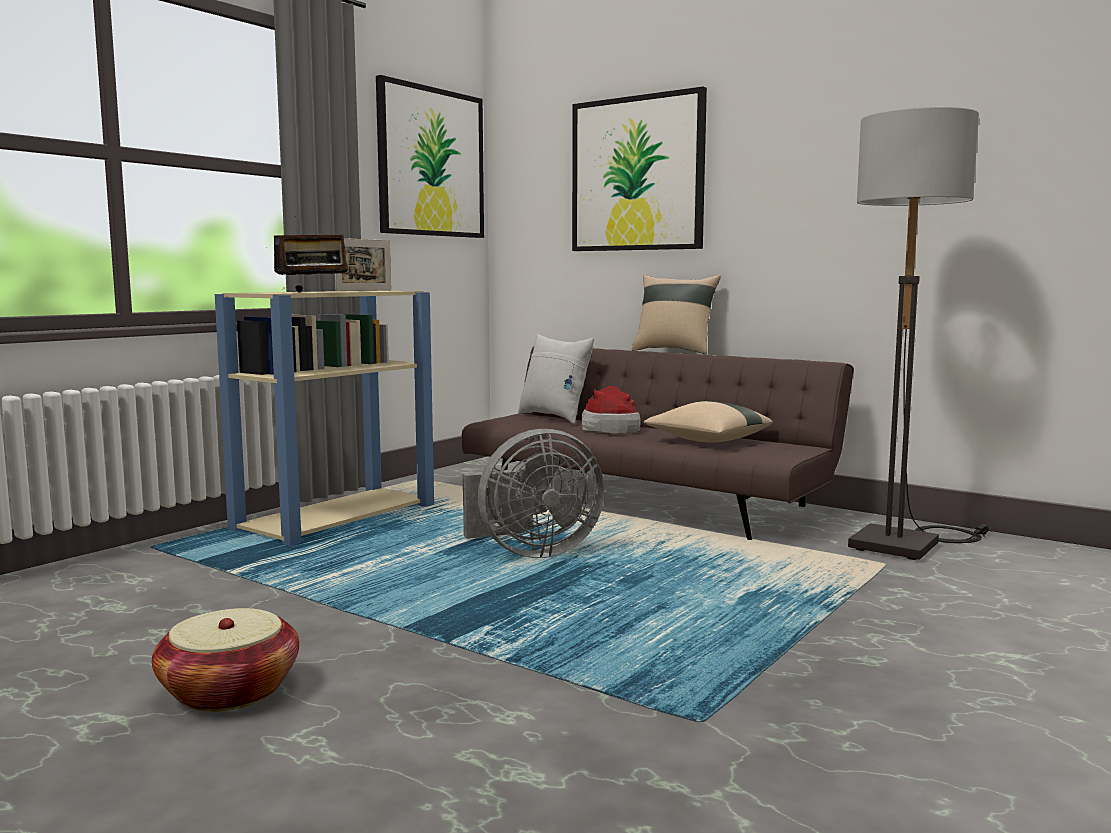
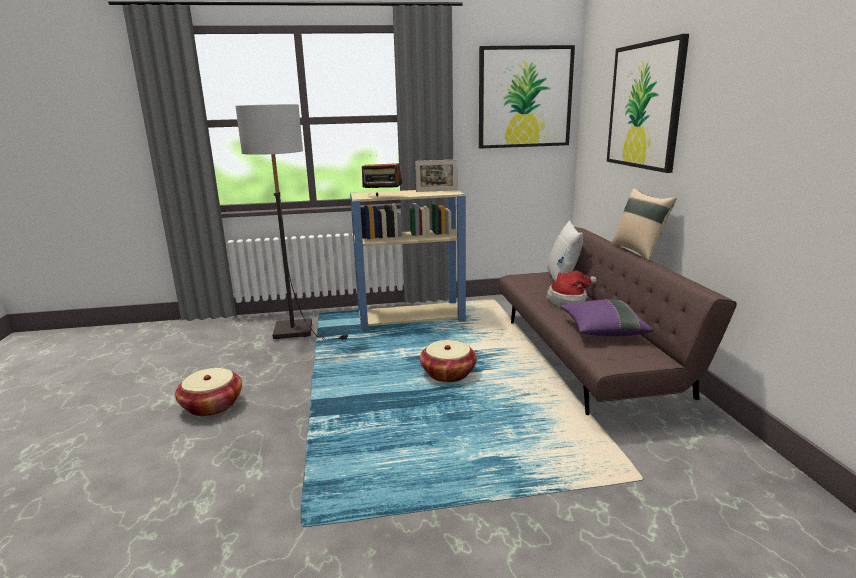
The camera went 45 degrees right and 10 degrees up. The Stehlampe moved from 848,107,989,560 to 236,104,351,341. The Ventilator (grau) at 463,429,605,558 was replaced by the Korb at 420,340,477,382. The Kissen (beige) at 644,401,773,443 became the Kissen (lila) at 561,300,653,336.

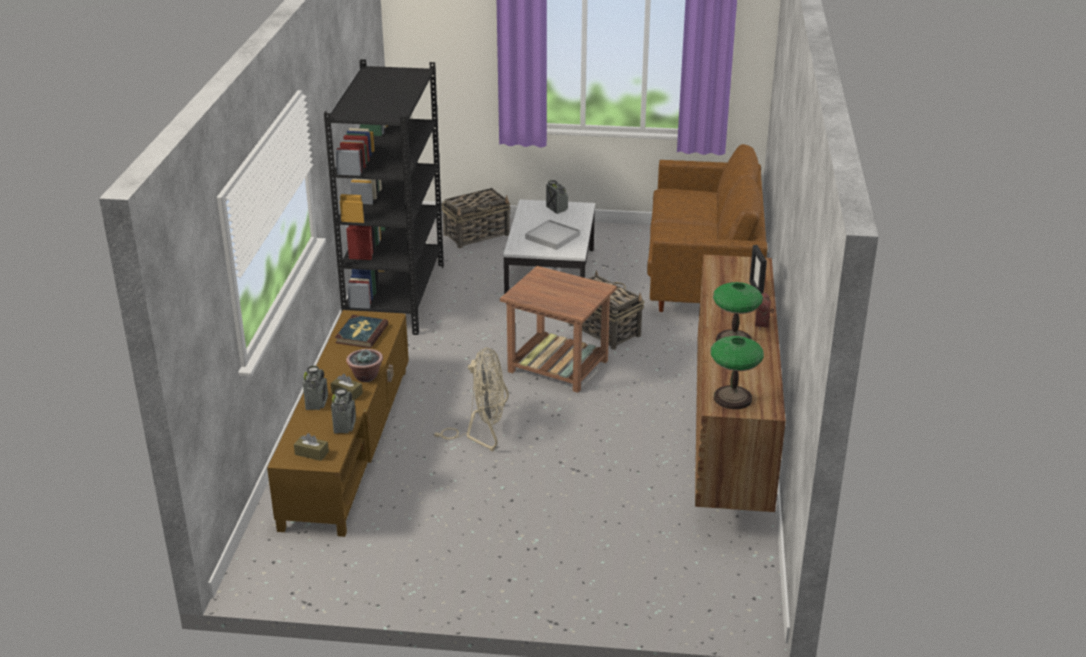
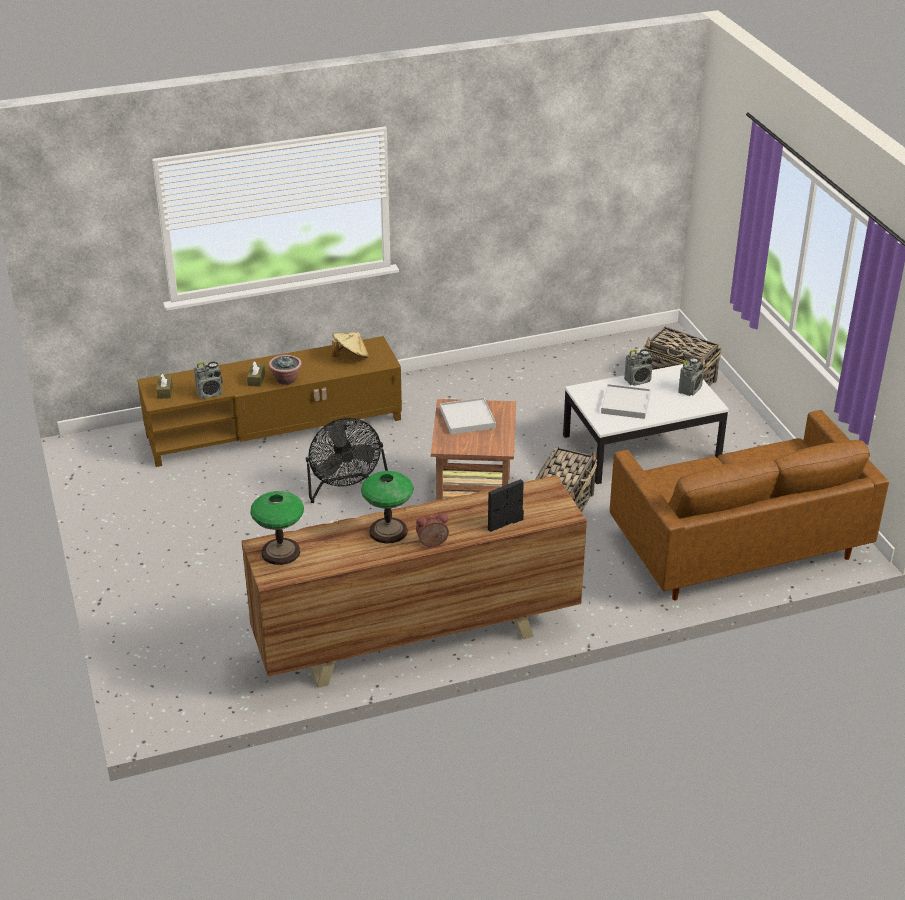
The camera went 65 degrees right and 5 degrees up. The Bücherregal (schwarz) at 324,59,444,335 disappeared. The Tablett (weiß) at 440,397,496,435 appeared. The Radio moved from 303,366,328,410 to 624,349,653,386. The Buch at 335,315,388,348 was replaced by the Hut (beige) at 332,332,369,358. The Ventilator (beige) at 433,347,509,452 became the Ventilator (schwarz) at 306,418,389,503.

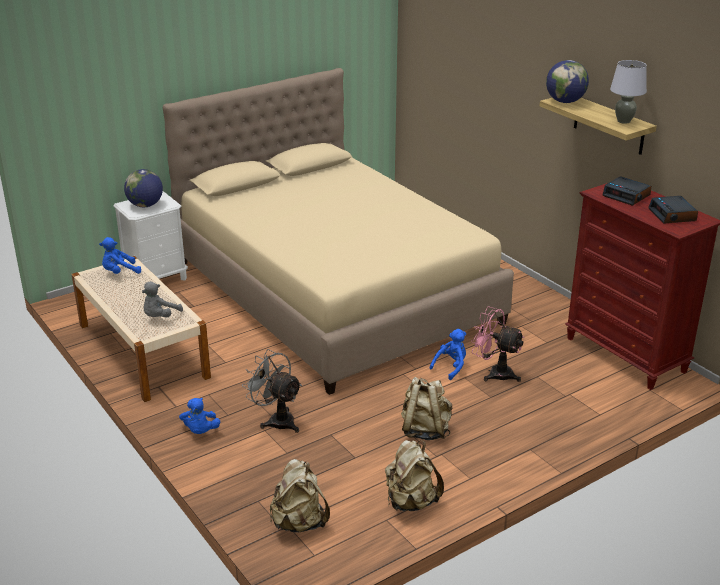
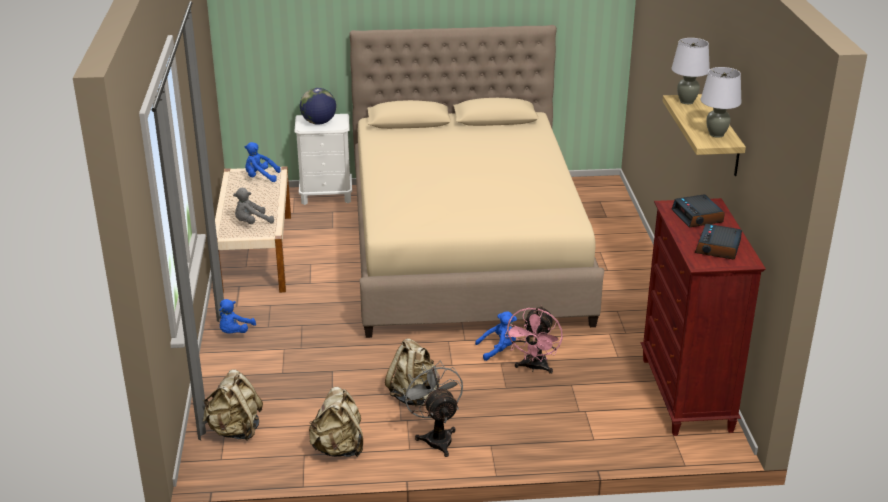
The camera went 30 degrees right and 0 degrees up. The Ventilator (grau) moved from 242,349,302,433 to 402,361,463,457. The Globus at 546,60,589,103 was replaced by the Tischlampe (grau) at 671,38,710,104. The Ventilator (rosa) at 471,306,525,382 turned 135 degrees counterclockwise.

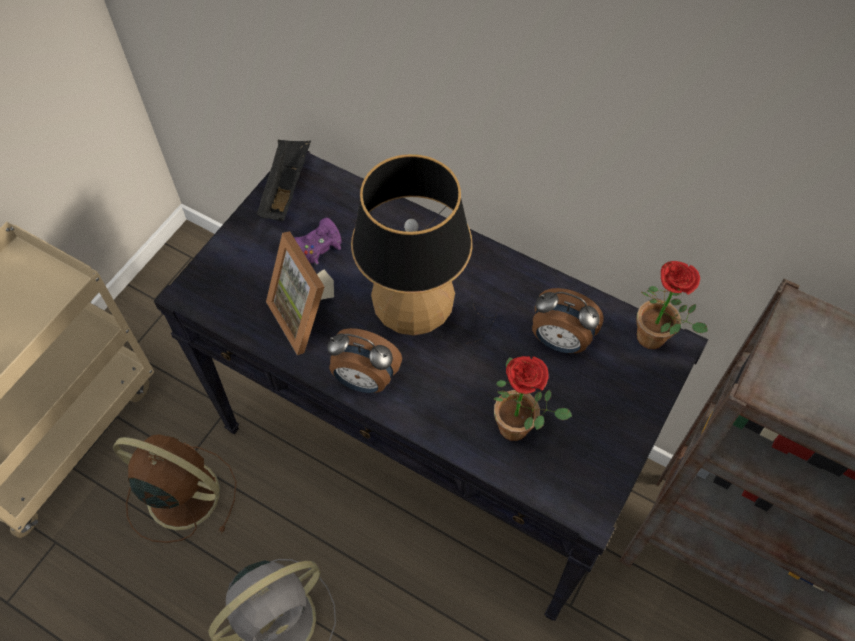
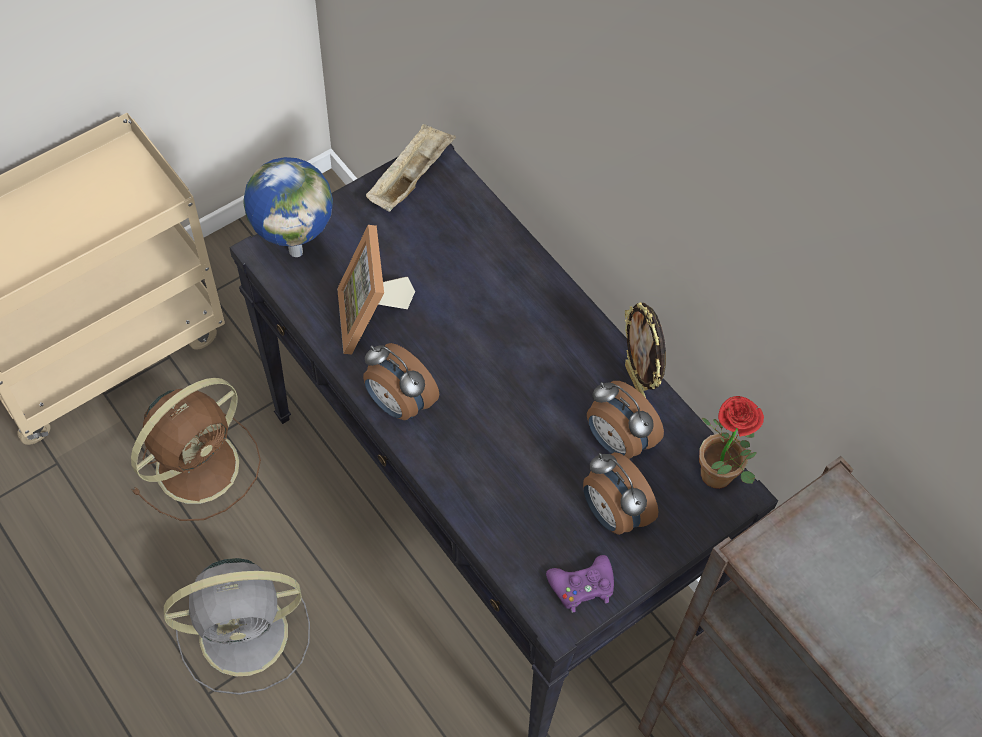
The camera went 20 degrees right and 0 degrees up. The Tischlampe at 351,154,519,344 disappeared. The Topfpflanze at 494,356,572,441 disappeared. The Globus at 243,157,333,257 appeared. The Wecker at 583,452,658,535 appeared. The Bilderrahmen at 625,302,666,398 appeared. The Gamepad (lila) moved from 294,218,342,265 to 546,555,614,613. The Tablett (schwarz) at 256,140,311,221 became the Tablett (beige) at 366,123,456,212. The Ventilator (braun) at 113,434,236,543 turned 90 degrees clockwise.

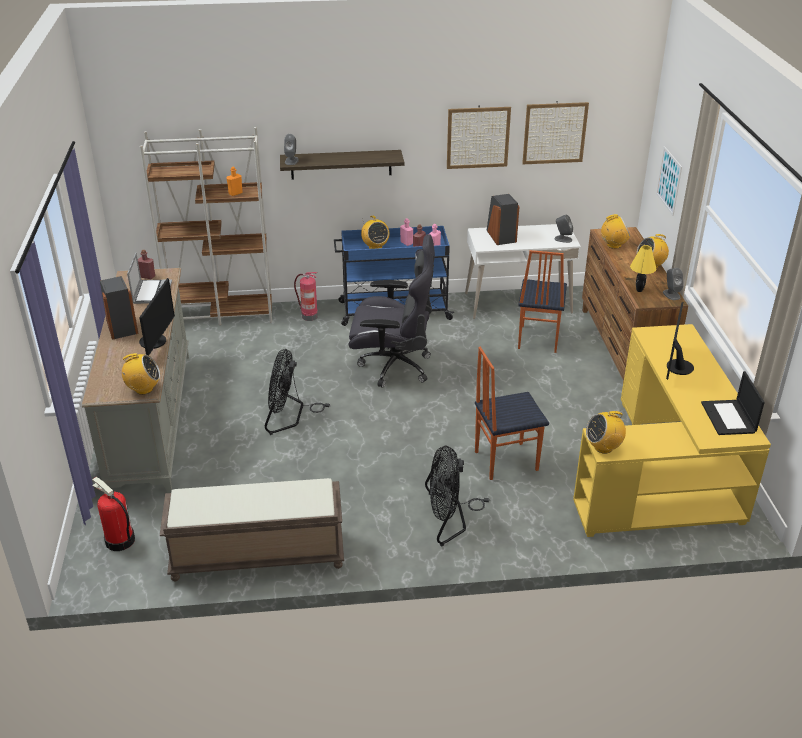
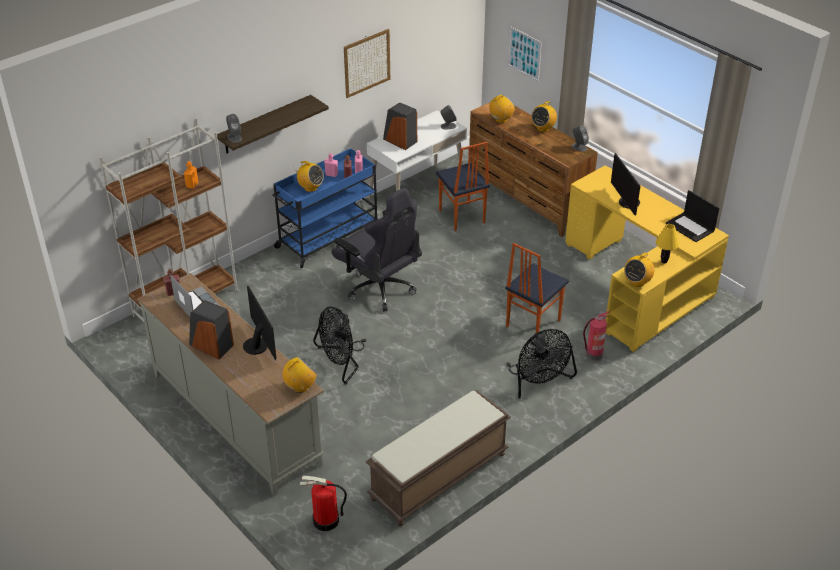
The camera went 35 degrees left and 5 degrees up. The Bild at 522,101,589,164 disappeared. The Feuerlöscher moved from 294,272,318,321 to 583,311,610,361. The Tischlampe (gelb) moved from 630,245,656,292 to 656,224,679,264. The Bürostuhl (schwarz) at 349,234,435,388 turned 75 degrees clockwise. The Ventilator (schwarz) at 425,446,490,547 turned 75 degrees counterclockwise.

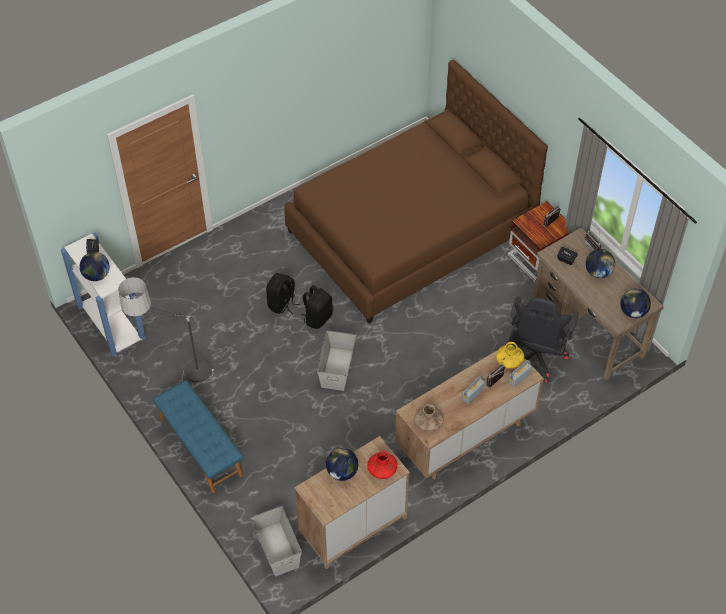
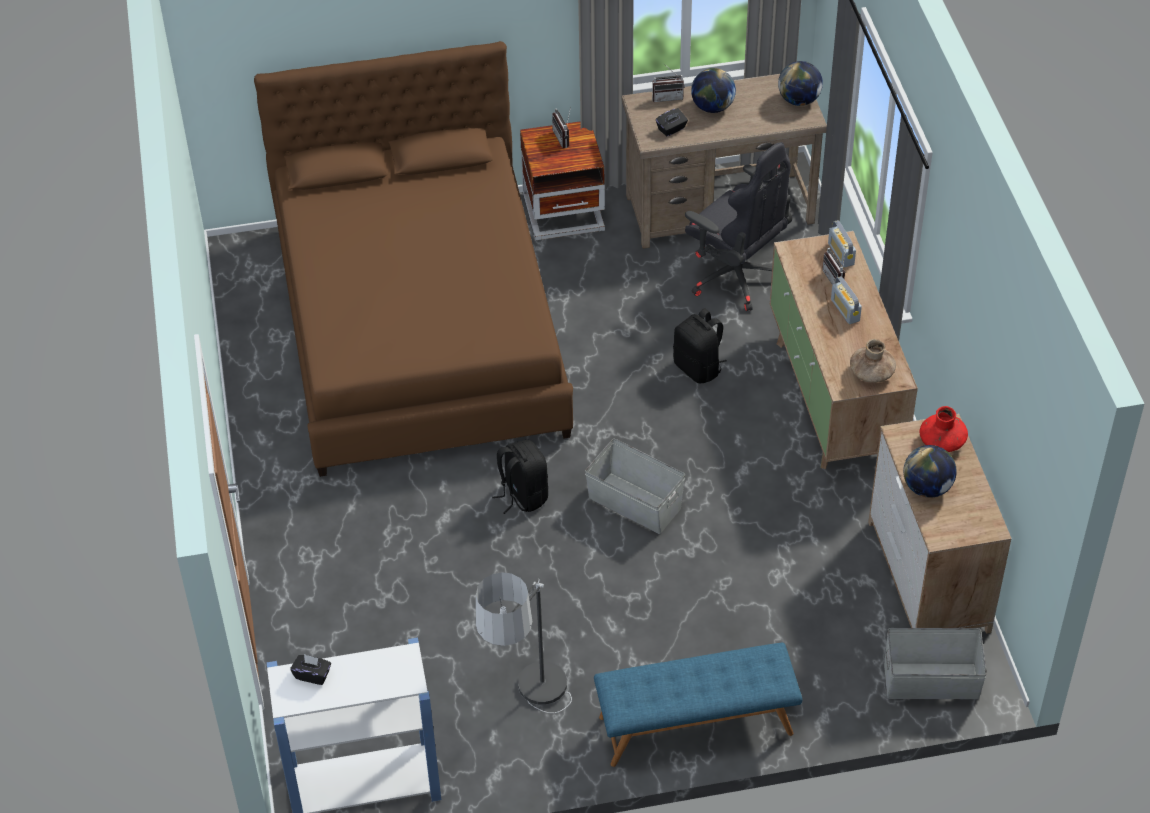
The camera went 65 degrees left and 5 degrees down. The Globus at 79,252,109,281 disappeared. The Vase (gelb) at 496,342,524,369 disappeared. The Rucksack (schwarz) moved from 266,273,300,314 to 673,308,727,383.

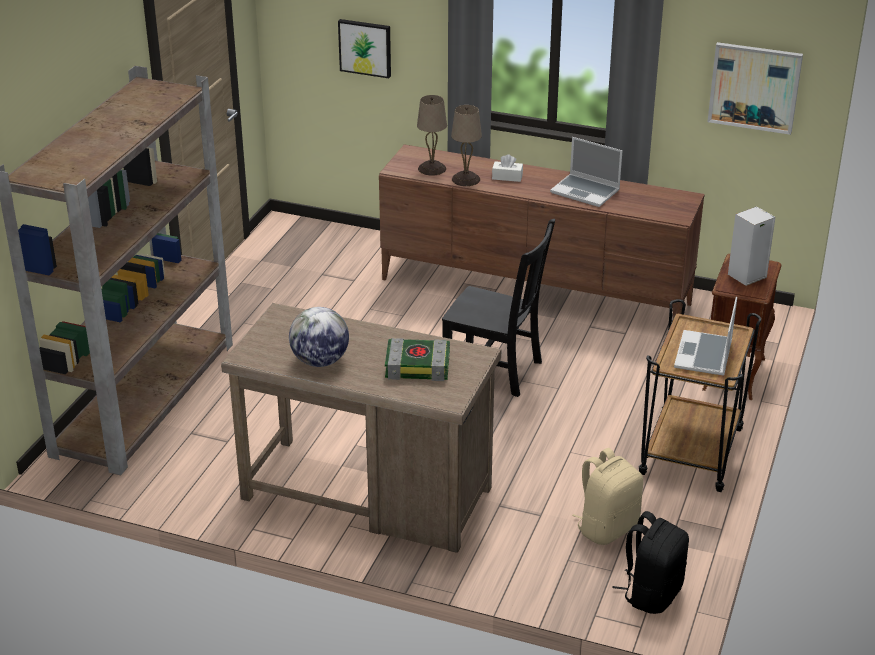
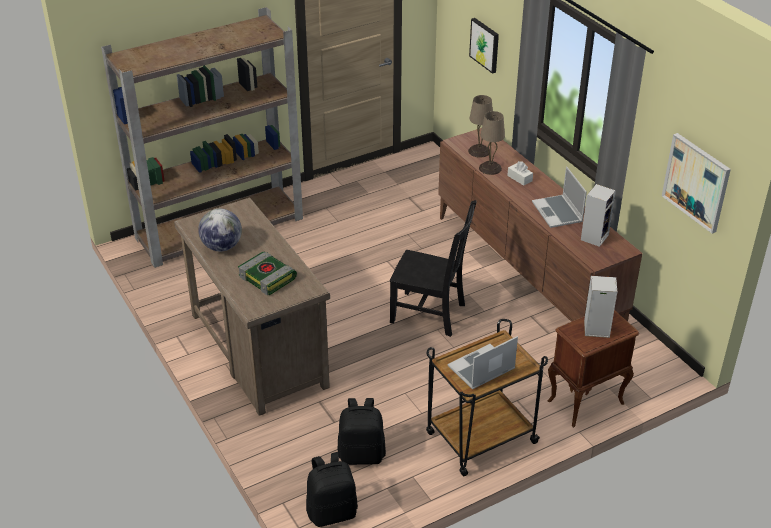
The camera went 40 degrees right and 5 degrees up. The Lautsprecher at 581,184,616,247 appeared. The Rucksack (beige) at 572,448,643,545 became the Rucksack (schwarz) at 338,398,386,465. The Stuhl (schwarz) at 442,219,555,397 turned 45 degrees counterclockwise.

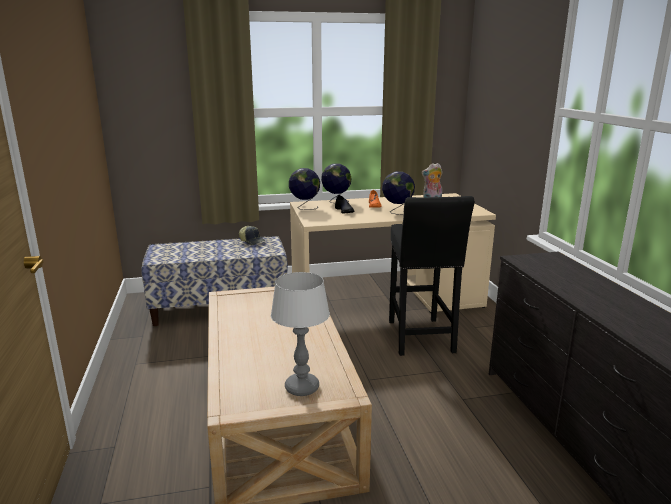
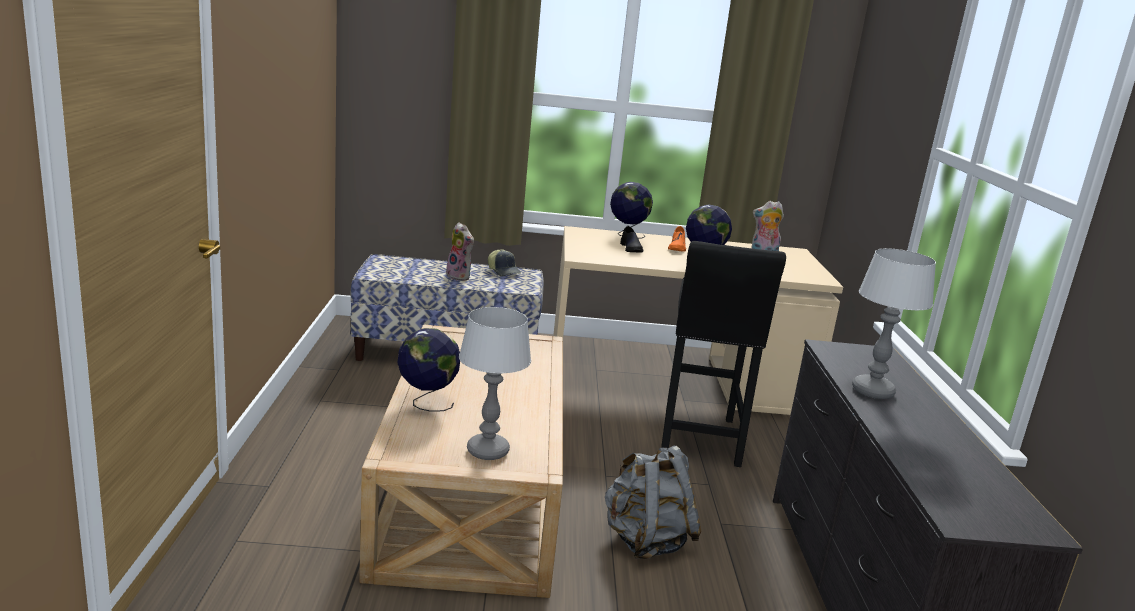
The camera went 10 degrees right and 0 degrees up. The Plüschtier at 446,222,474,281 appeared. The Rucksack (grau) at 605,446,702,559 appeared. The Tischlampe at 852,248,936,399 appeared. The Globus moved from 289,168,320,210 to 397,328,460,411.

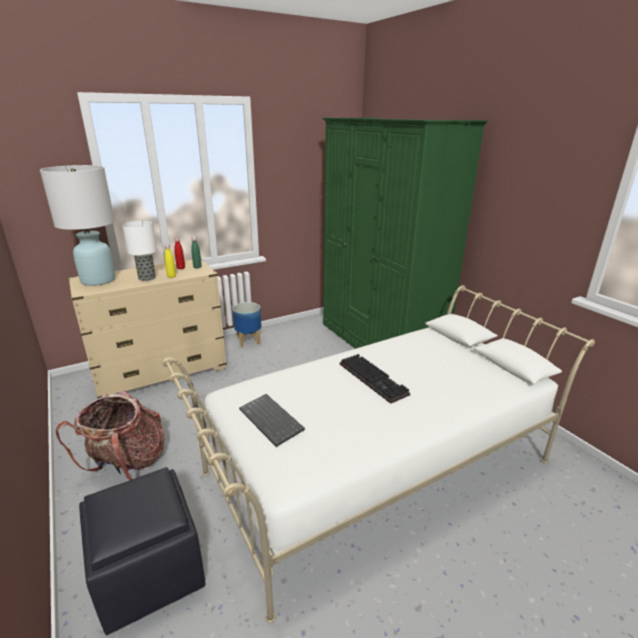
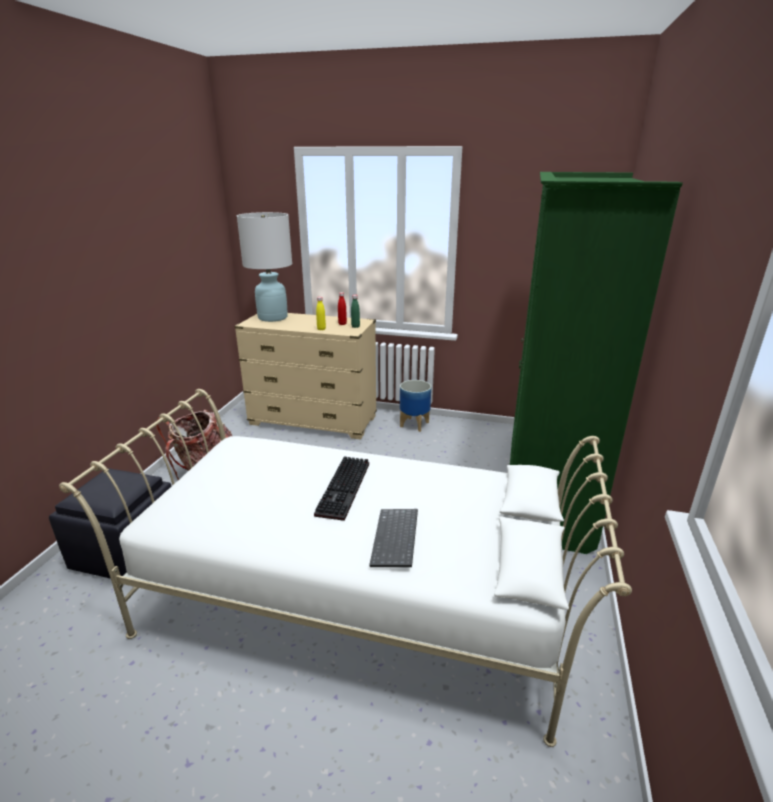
The camera went 45 degrees right and 0 degrees up. The Tischlampe at 122,221,157,281 disappeared. The Tastatur moved from 239,394,305,447 to 369,509,418,567.

